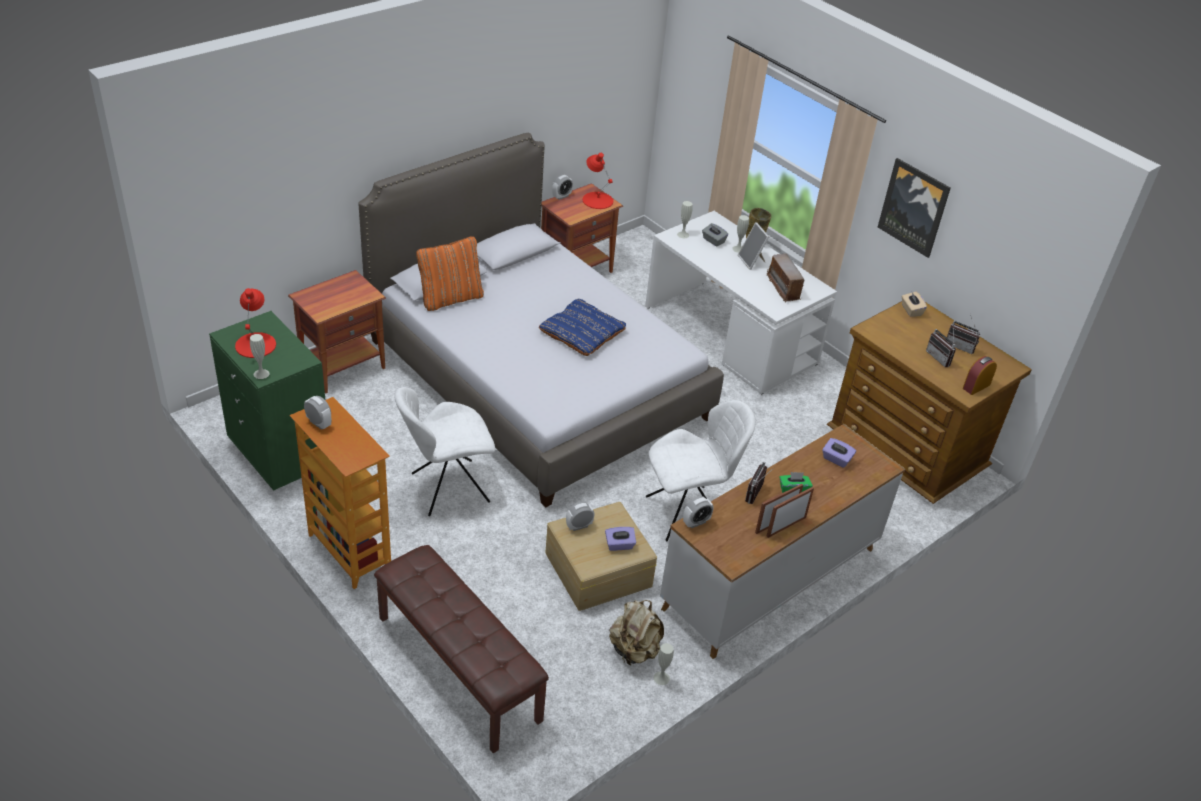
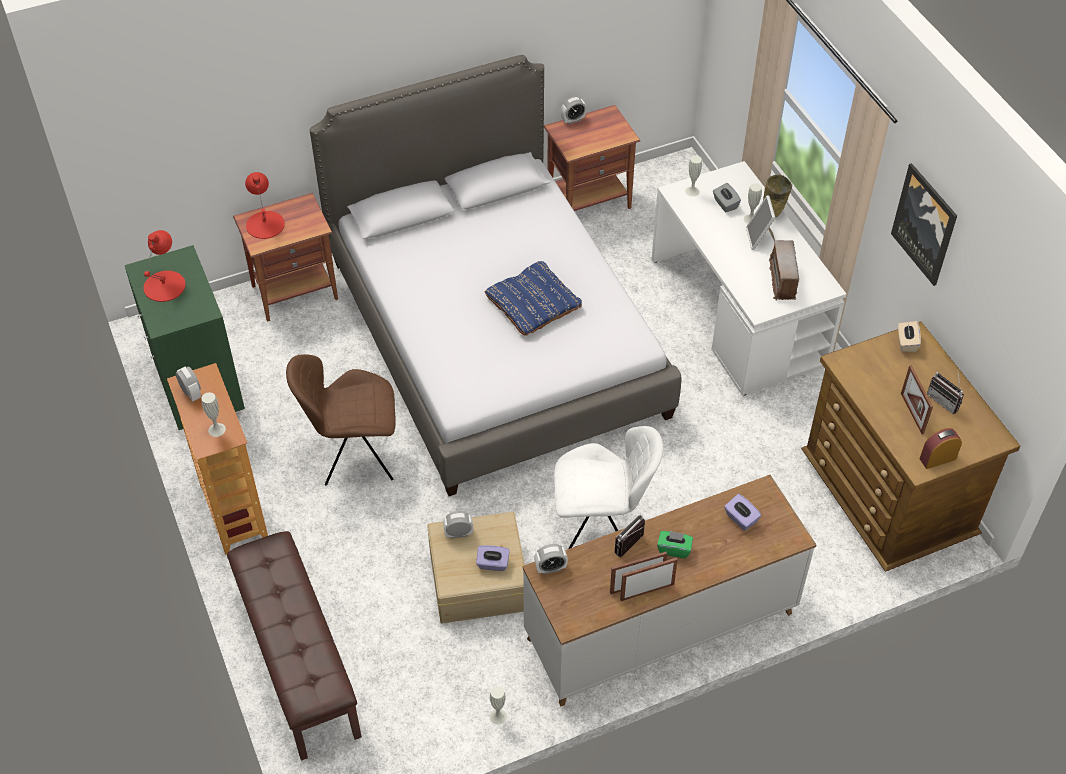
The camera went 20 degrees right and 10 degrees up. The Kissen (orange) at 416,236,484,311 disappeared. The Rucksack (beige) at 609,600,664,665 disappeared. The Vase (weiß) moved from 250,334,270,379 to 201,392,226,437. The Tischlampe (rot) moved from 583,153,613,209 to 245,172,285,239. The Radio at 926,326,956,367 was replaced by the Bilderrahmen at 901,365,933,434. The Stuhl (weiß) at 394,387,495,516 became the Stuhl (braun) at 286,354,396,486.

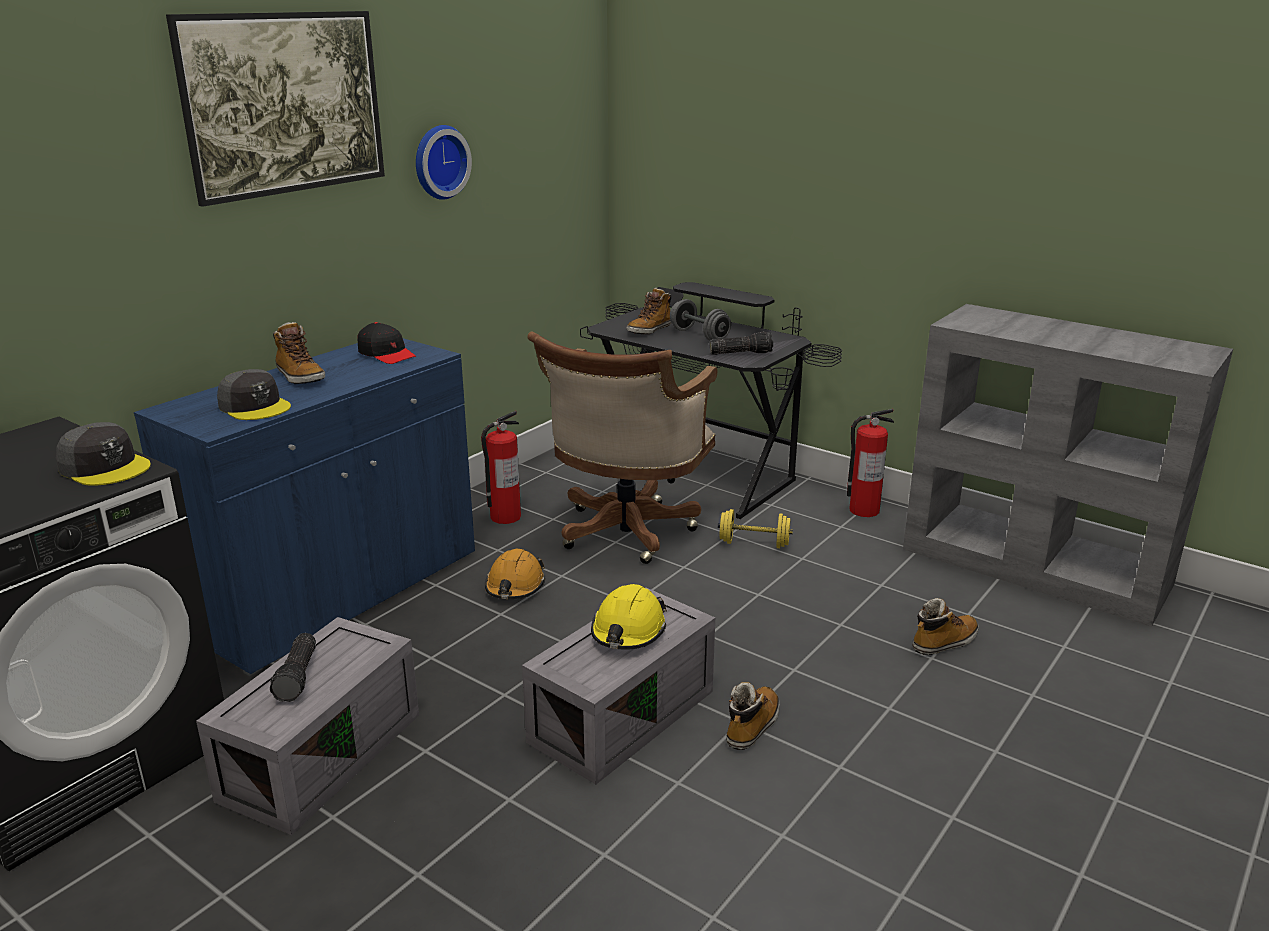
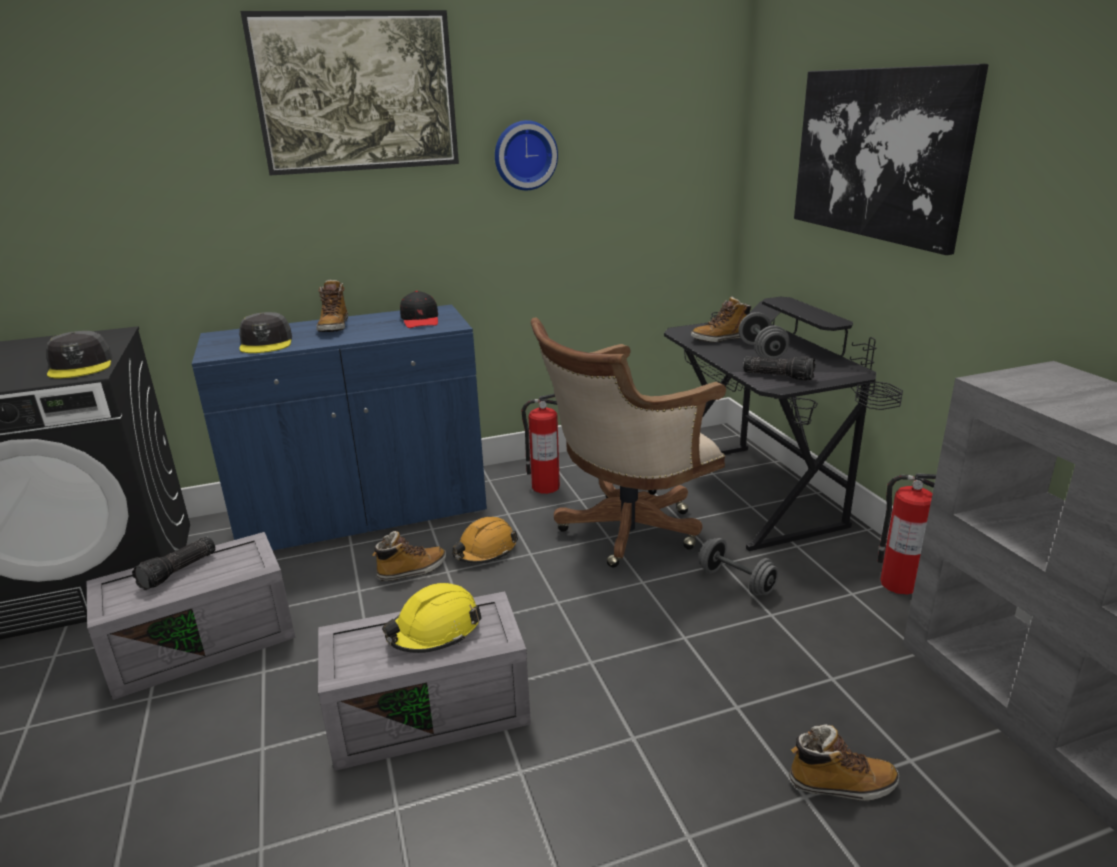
The camera went 35 degrees right and 0 degrees up. The Bild at 794,64,988,255 appeared. The Stiefel moved from 726,682,779,750 to 372,531,446,581. The Hantel (gelb) at 718,509,793,548 became the Hantel (grau) at 699,538,779,596.

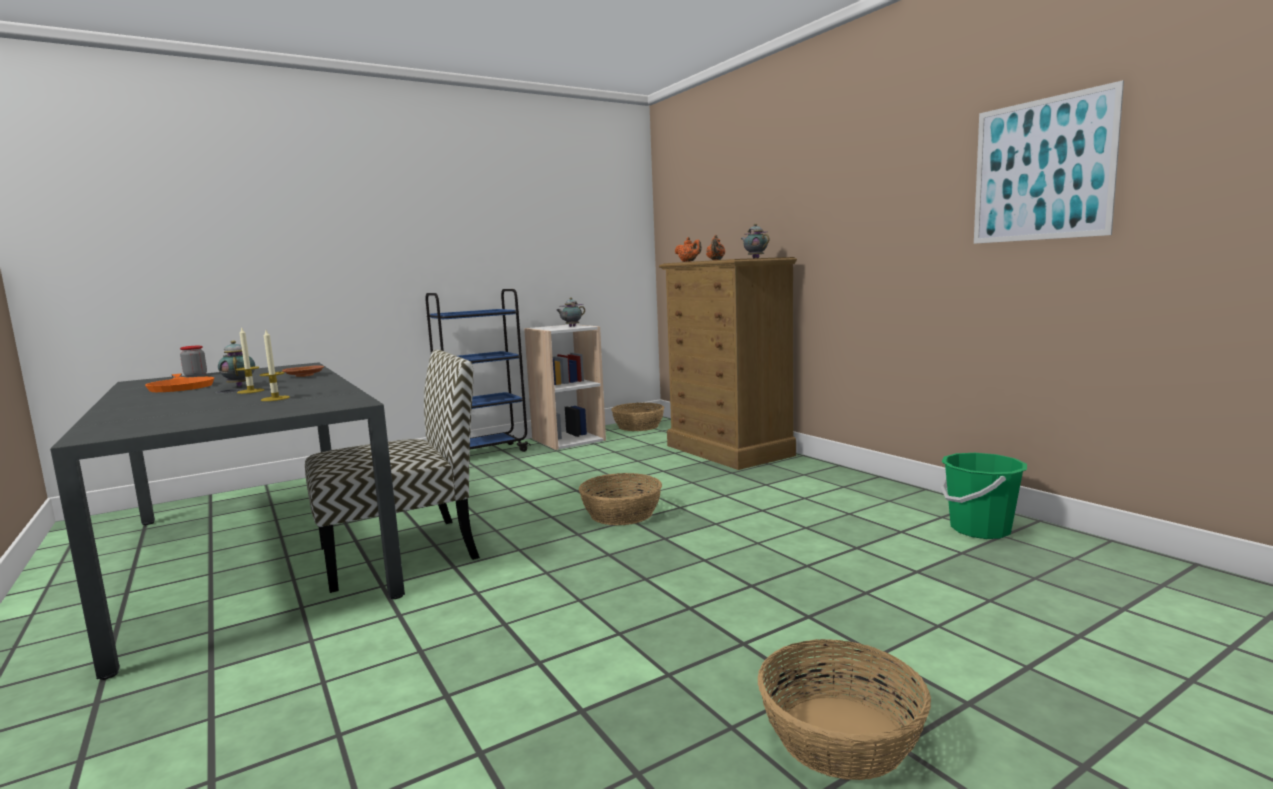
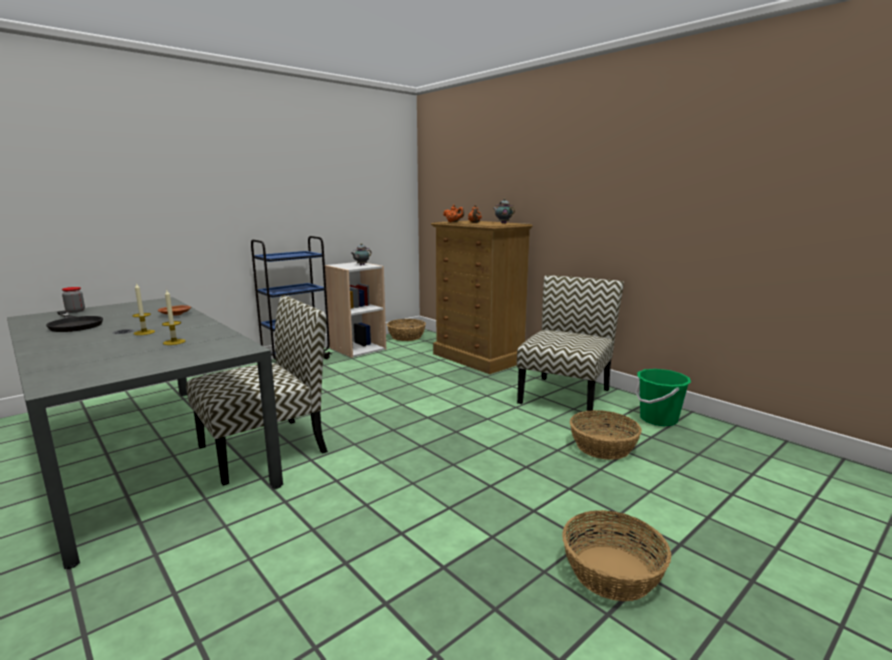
The camera went 10 degrees left and 5 degrees up. The Teekanne at 218,341,255,387 disappeared. The Bild at 974,80,1124,244 disappeared. The Stuhl at 517,275,624,414 appeared. The Korb moved from 579,473,662,525 to 570,410,642,460. The Pfanne (orange) at 145,373,214,392 became the Pfanne (schwarz) at 46,311,103,332.

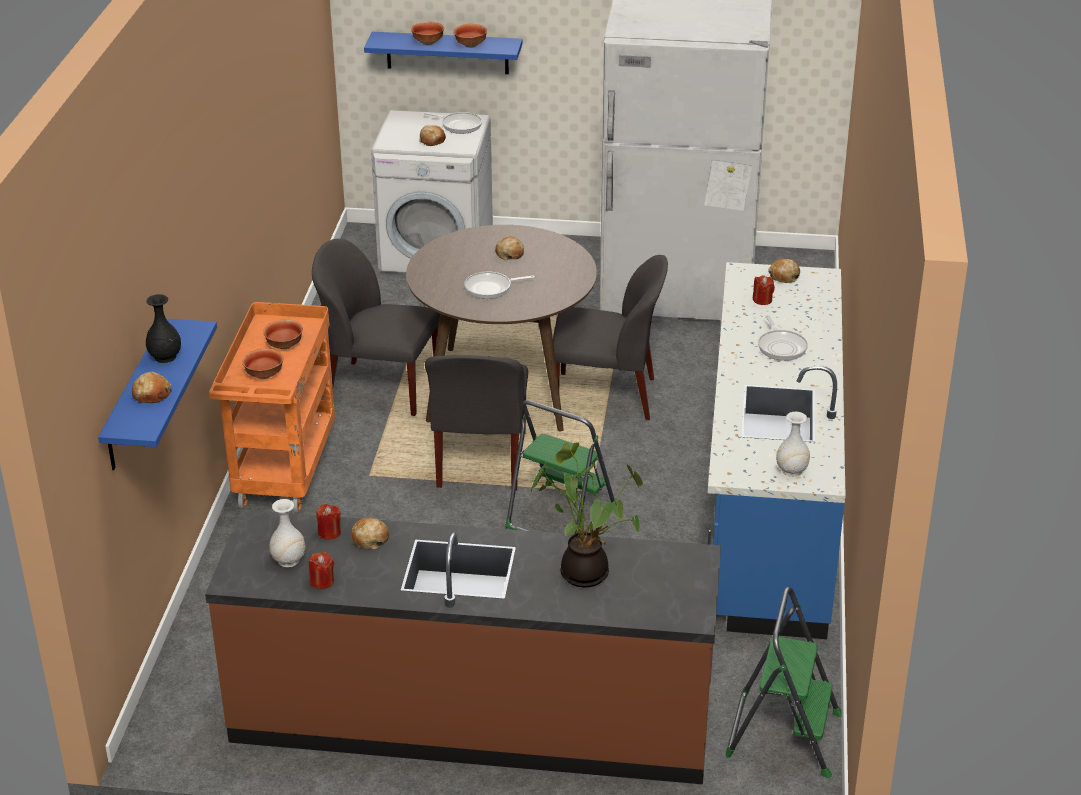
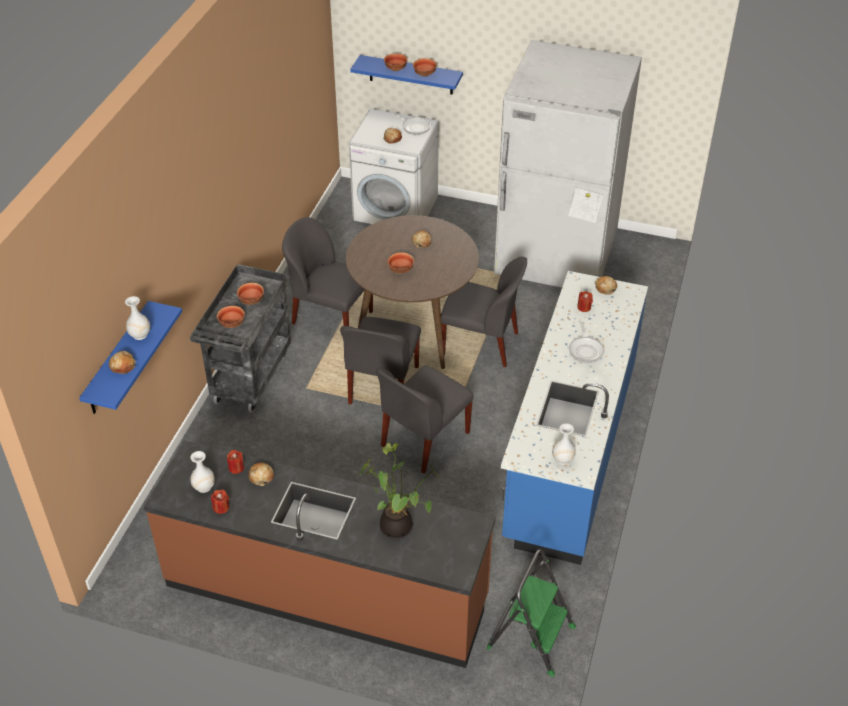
The camera went 10 degrees right and 10 degrees up. The Pfanne at 464,271,535,299 was replaced by the Schüssel at 387,252,414,274. The Trittleiter (grün) at 505,400,617,534 was replaced by the Stuhl (grau) at 376,365,474,474. The Vase (schwarz) at 146,294,181,363 became the Vase (weiß) at 125,296,150,340. The Rollwagen (orange) at 209,302,335,513 became the Rollwagen (schwarz) at 190,265,291,413.

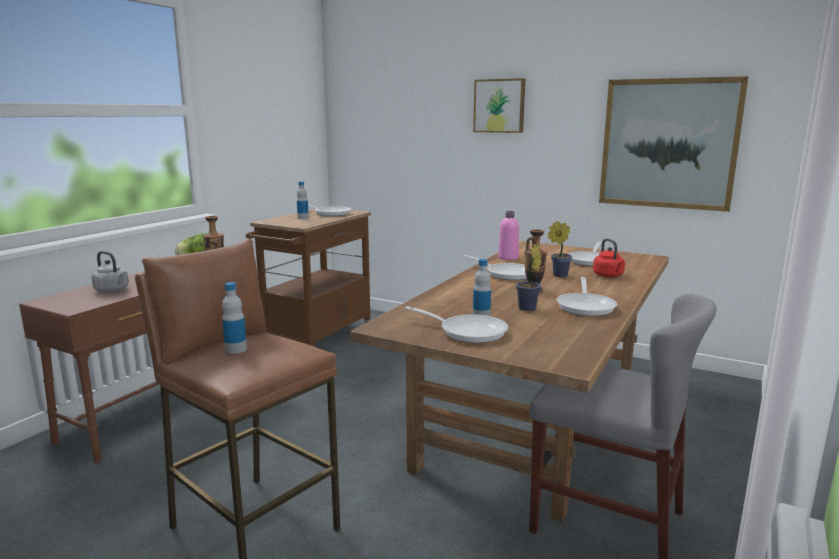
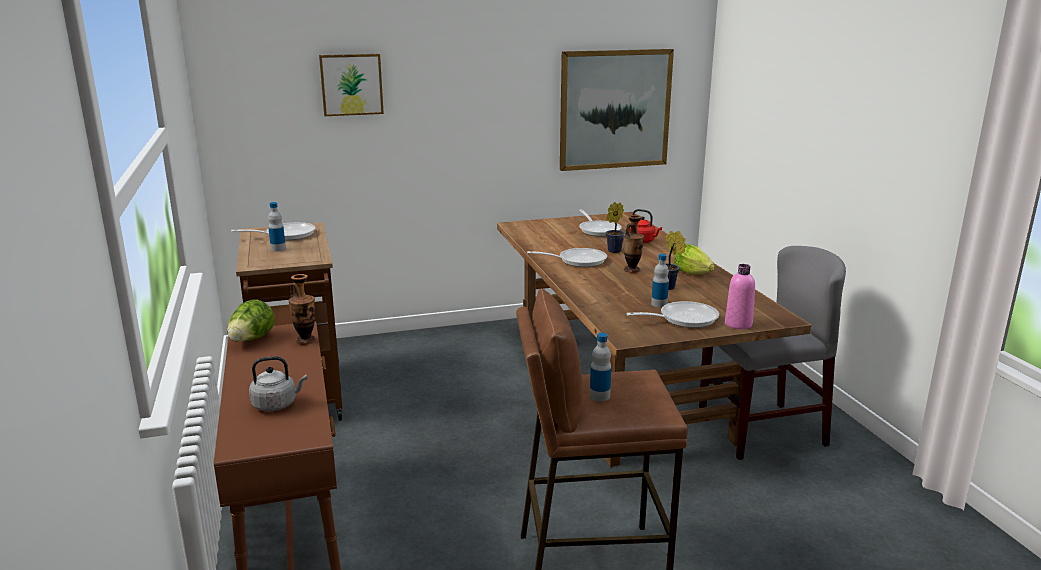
The camera went 45 degrees left and 5 degrees up. The Bild moved from 473,78,525,133 to 319,54,384,116. The Flasche (rosa) moved from 498,211,519,260 to 725,264,755,329. The Pfanne at 556,277,617,316 was replaced by the Salatkopf at 674,244,715,274.

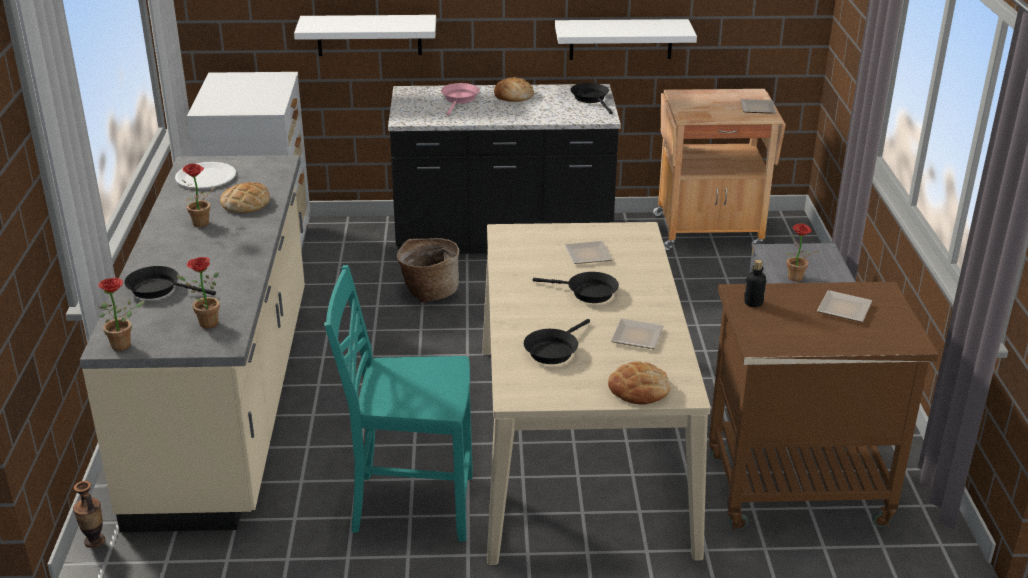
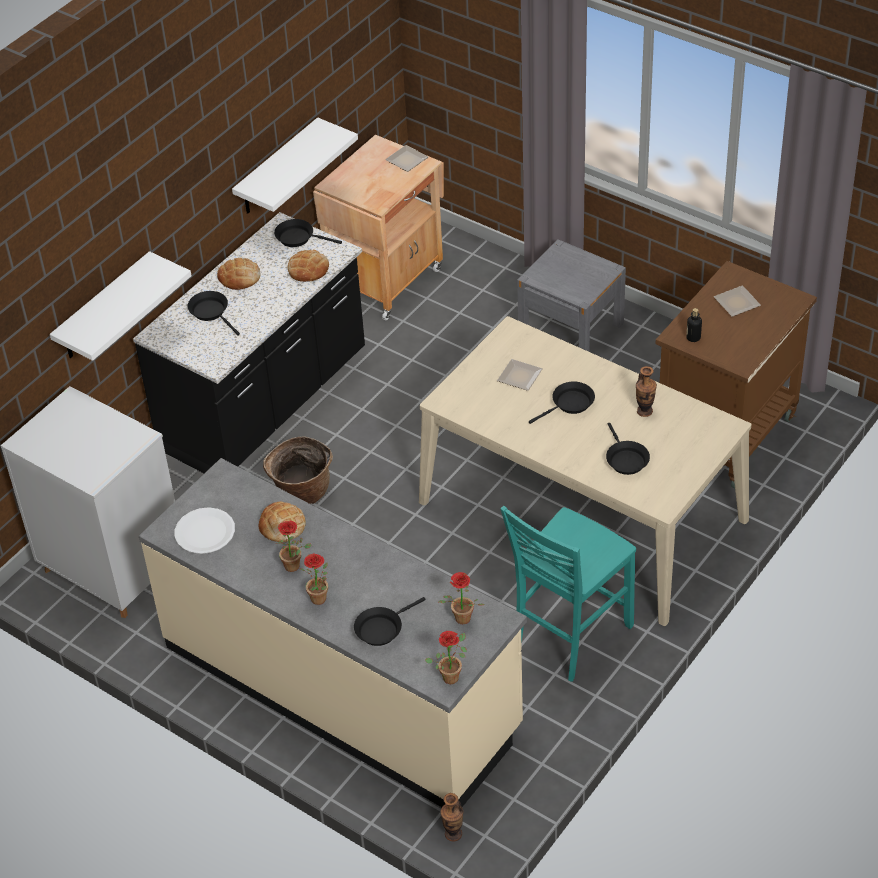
The camera went 50 degrees left and 15 degrees up. The Brot moved from 608,361,671,404 to 288,250,329,282. The Topfpflanze moved from 786,223,820,282 to 300,554,328,605. The Teller at 611,319,663,349 was replaced by the Vase at 636,366,657,417. The Pfanne (rosa) at 441,83,480,116 became the Pfanne (schwarz) at 188,291,240,336.

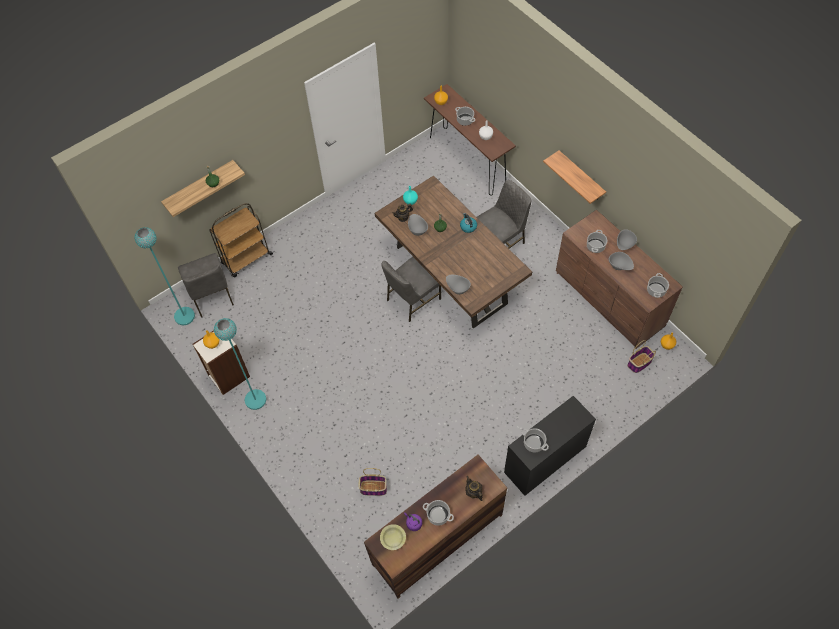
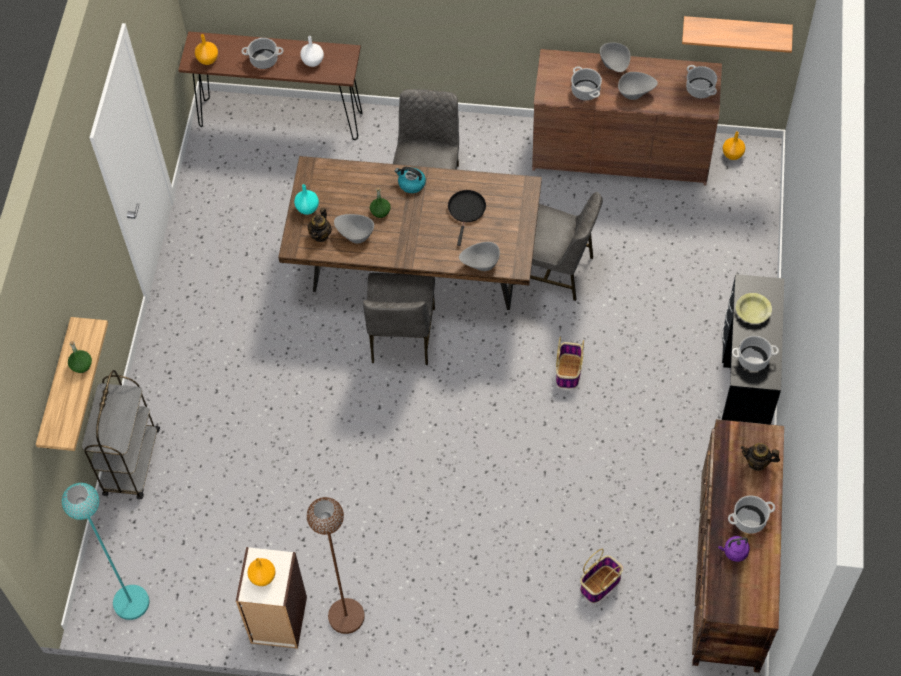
The camera went 45 degrees left and 0 degrees up. The Pfanne (schwarz) at 448,190,486,246 appeared. The Stuhl (grau) moved from 178,253,234,318 to 513,192,603,301. The Schüssel (gelb) moved from 380,524,406,550 to 736,293,772,324. The Wandregal moved from 543,150,606,204 to 682,16,793,53. The Korb moved from 627,340,656,373 to 556,336,584,389. The Rollwagen (braun) at 209,203,273,278 became the Rollwagen (grau) at 82,370,160,500. The Stehlampe (türkis) at 214,318,266,410 became the Stehlampe (braun) at 307,497,365,634.

